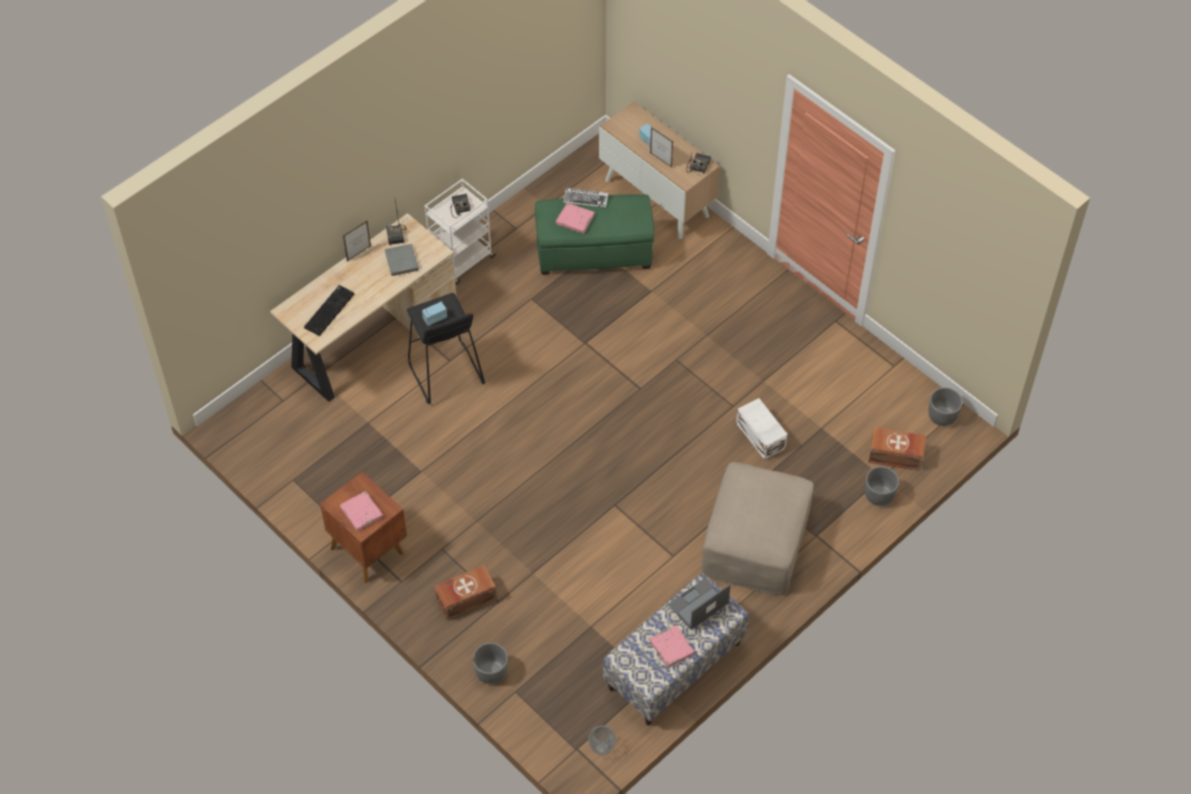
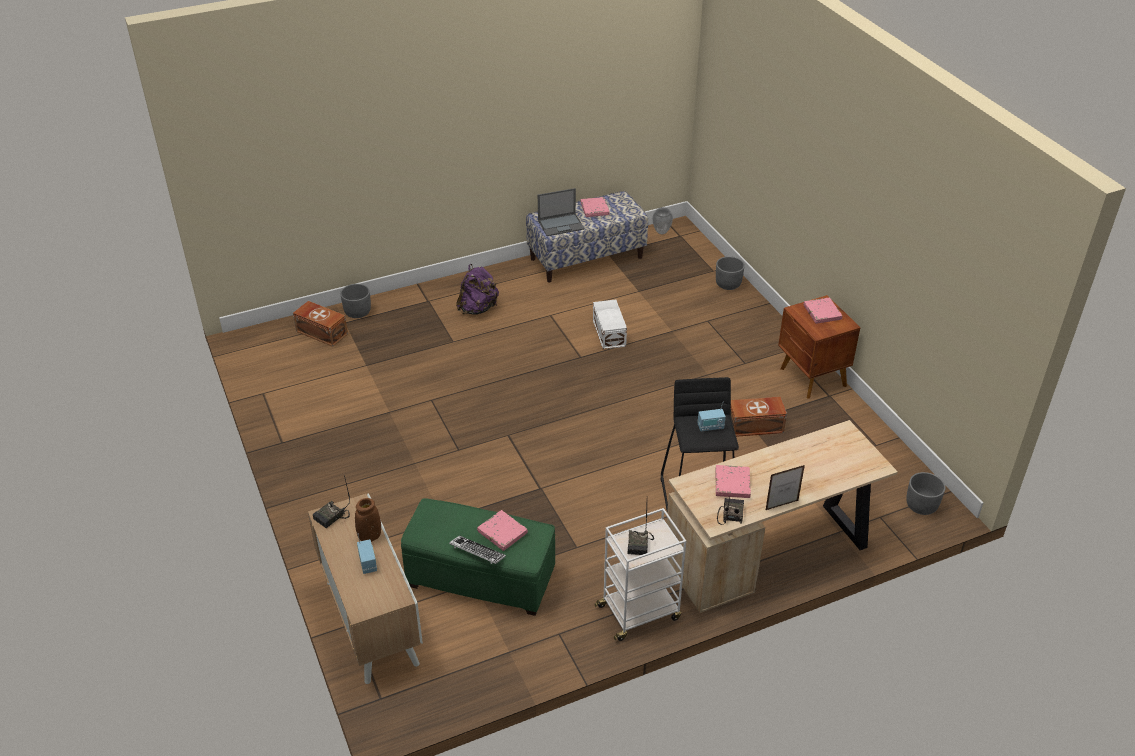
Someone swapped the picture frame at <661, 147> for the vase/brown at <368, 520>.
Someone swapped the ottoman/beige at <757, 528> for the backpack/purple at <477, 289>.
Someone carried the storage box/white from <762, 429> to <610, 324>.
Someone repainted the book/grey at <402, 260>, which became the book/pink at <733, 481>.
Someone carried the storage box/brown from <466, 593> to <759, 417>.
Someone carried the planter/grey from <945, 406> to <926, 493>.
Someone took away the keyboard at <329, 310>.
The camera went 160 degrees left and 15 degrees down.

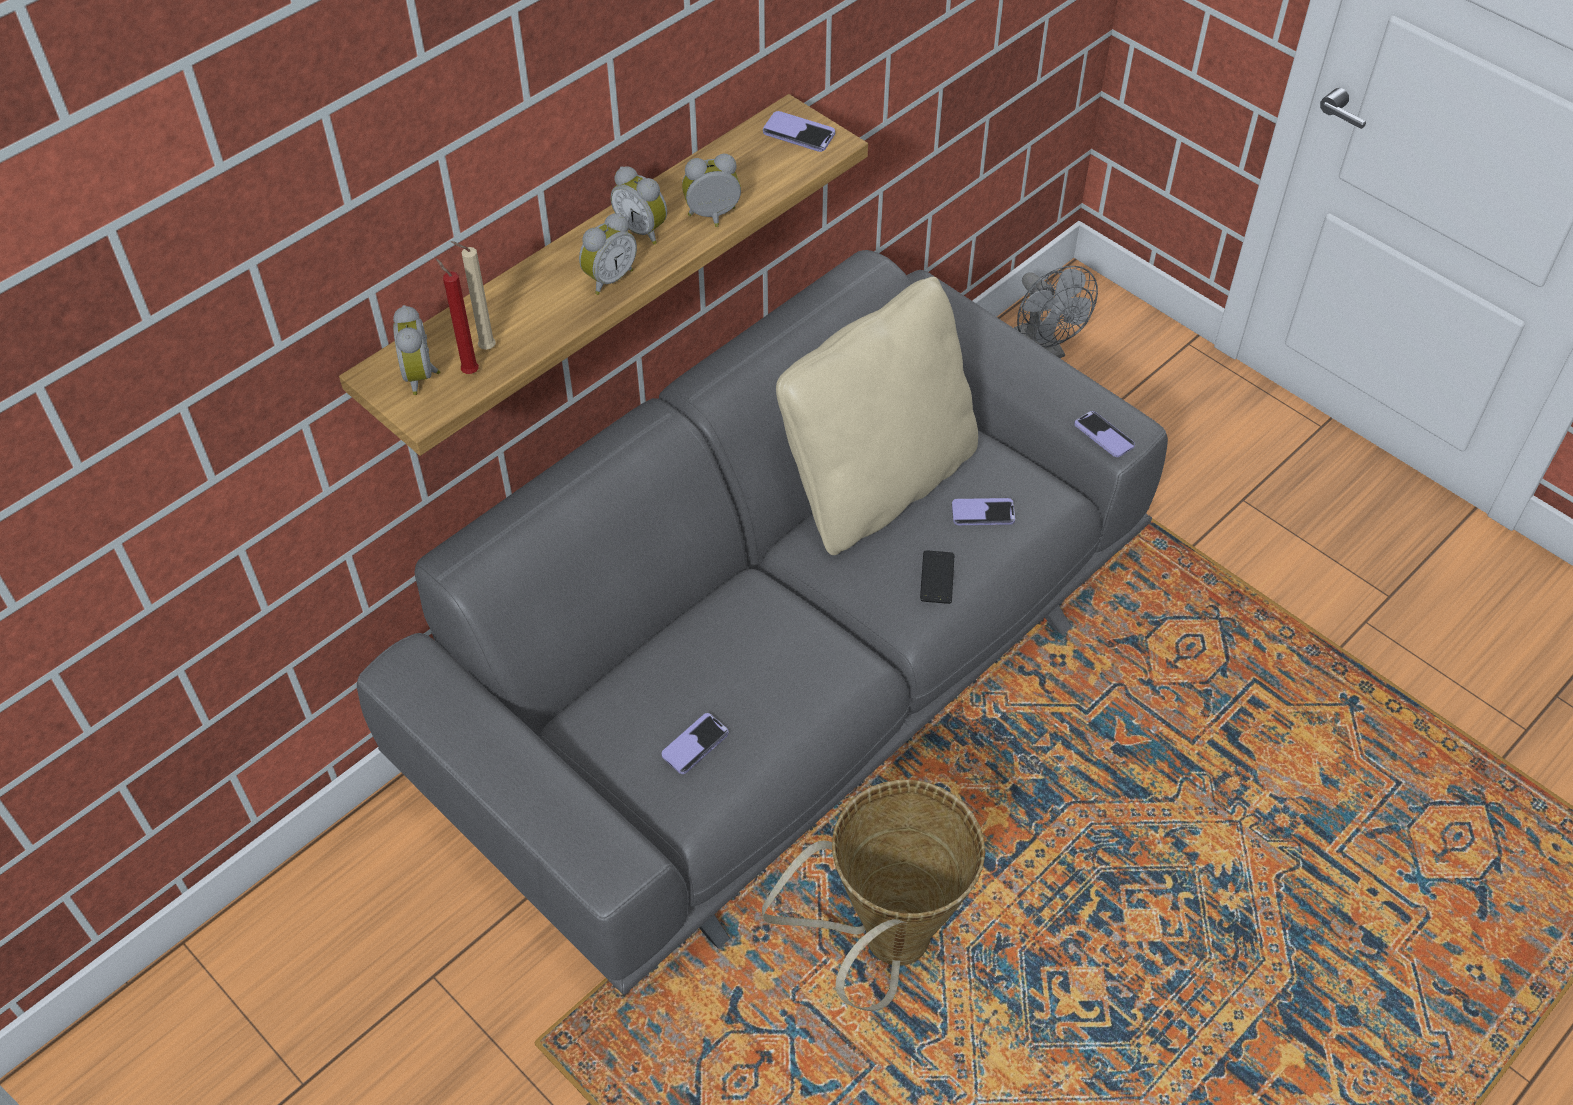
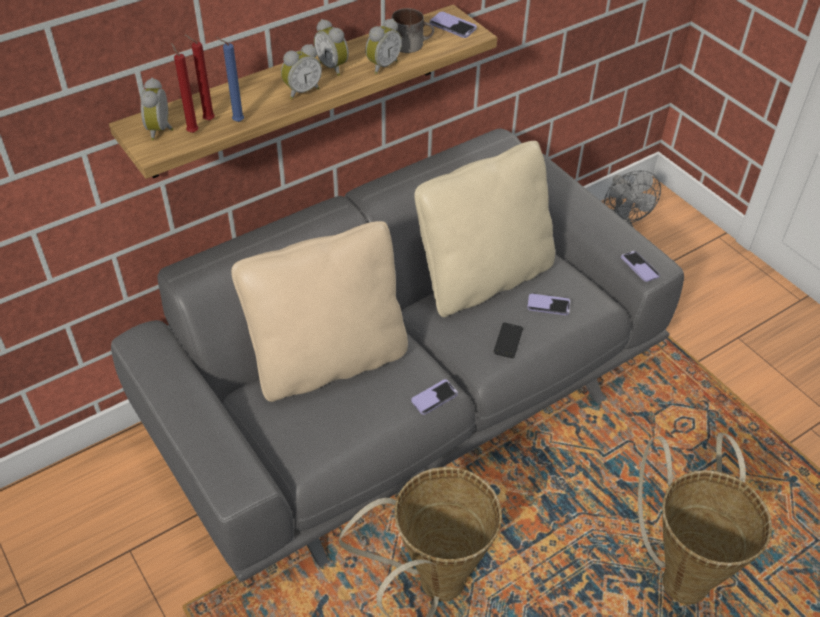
Someone repainted the candle/beige at <473, 295>, which became the candle/red at <200, 78>.
Someone put down the candle/blue at <230, 79>.
Someone put down the pillow/beige at <319, 311>.
Someone rotated the alarm clock at <711, 190> by 135 degrees clockwise.
Someone put down the mug at <413, 30>.
Someone carried the phone from <695, 743> to <434, 397>.
Someone put down the basket at <705, 518>.
The camera went 10 degrees right and 5 degrees down.

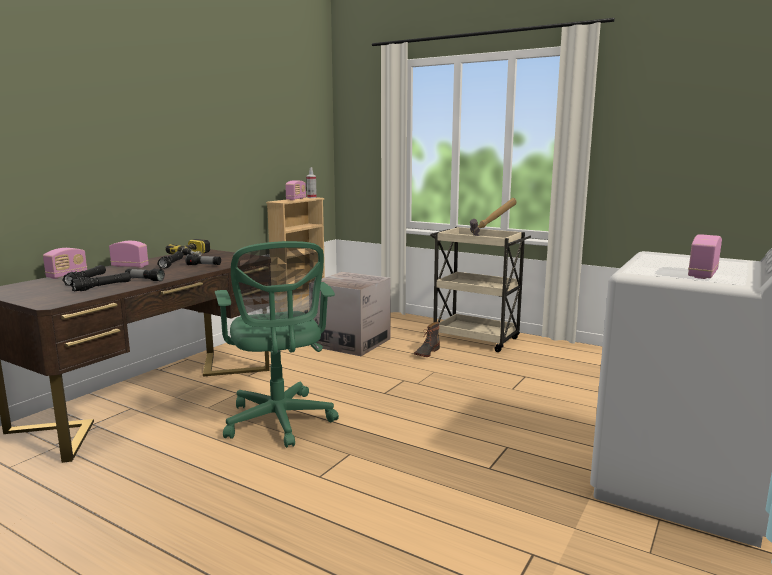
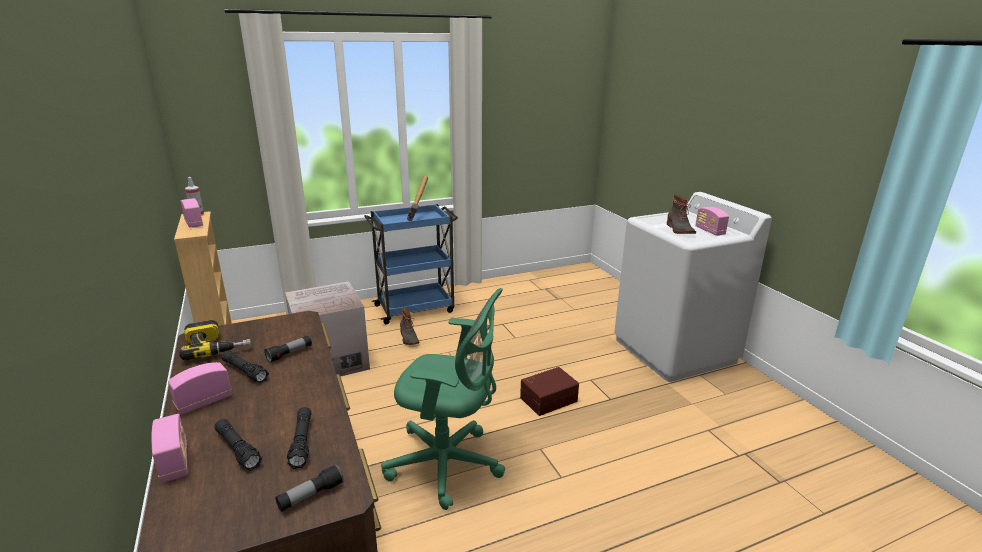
Someone carried the flashlight from <145, 275> to <309, 488>.
Someone repainted the cart/beige at <480, 289>, which became the cart/blue at <411, 264>.
Someone put down the storage box/brown at <549, 391>.
Someone put down the boot at <681, 214>.
The camera went 55 degrees left and 10 degrees up.

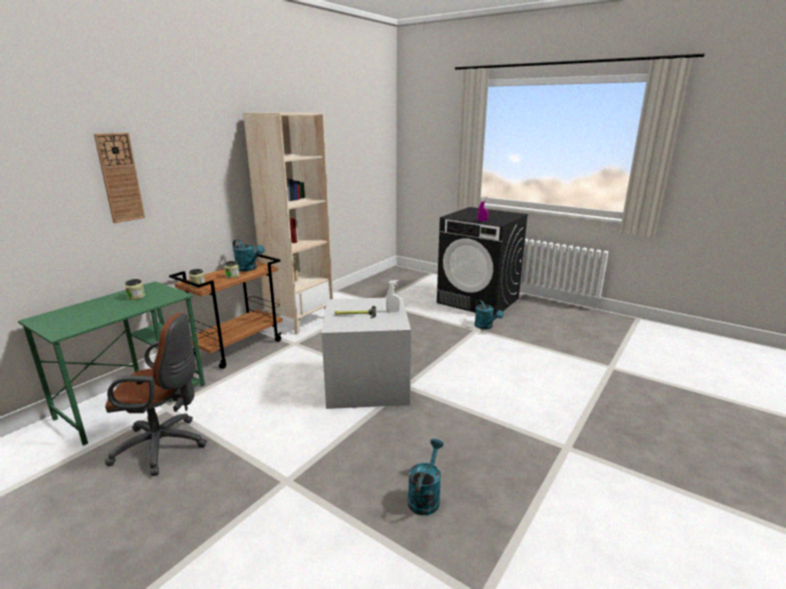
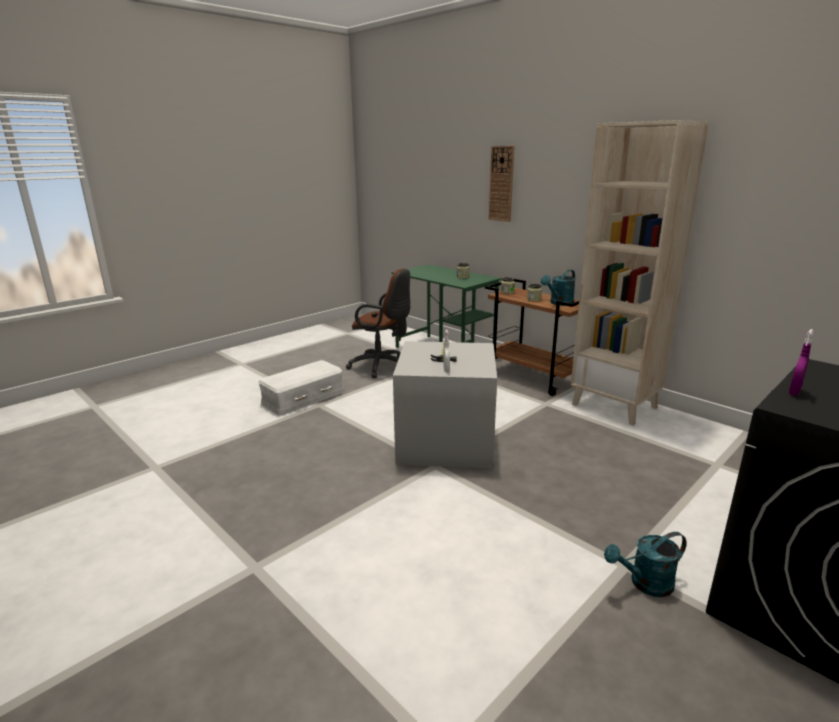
Someone put down the storage box/white at <300, 387>.
Someone rotated the office chair/brown at <156, 394> by 75 degrees counterclockwise.
Someone took away the watering can/turquoise at <425, 477>.
The camera went 100 degrees right and 0 degrees up.

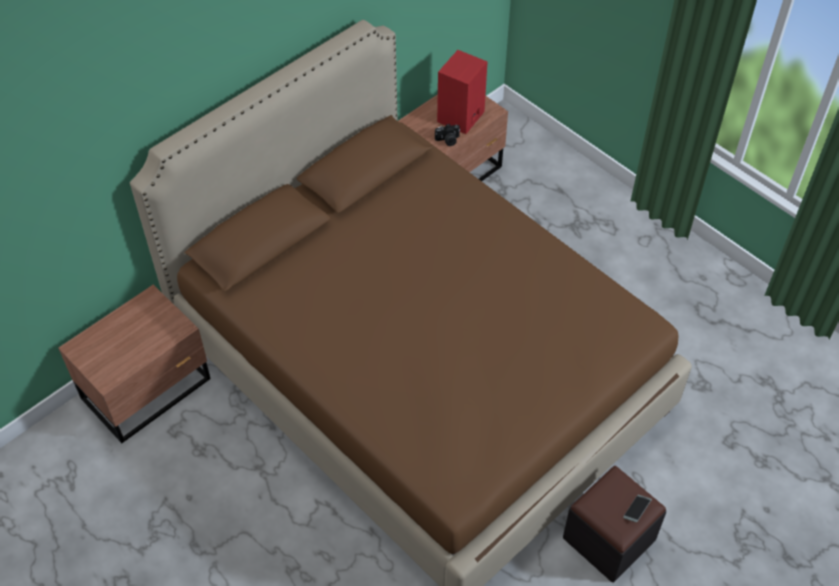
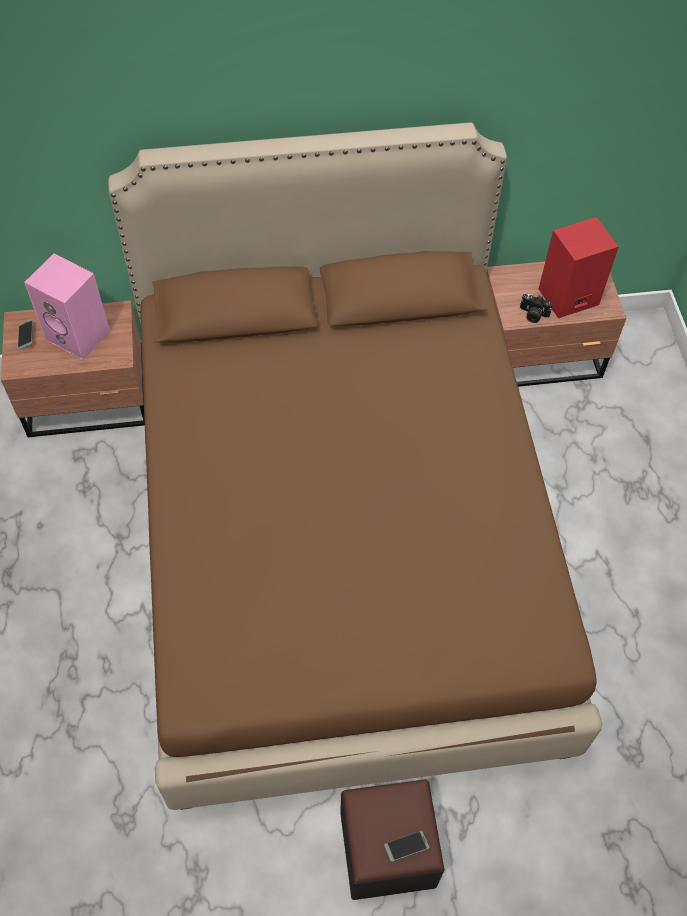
Someone put down the phone at <25, 334>.
Someone put down the speaker/pink at <67, 307>.
The camera went 35 degrees right and 5 degrees up.

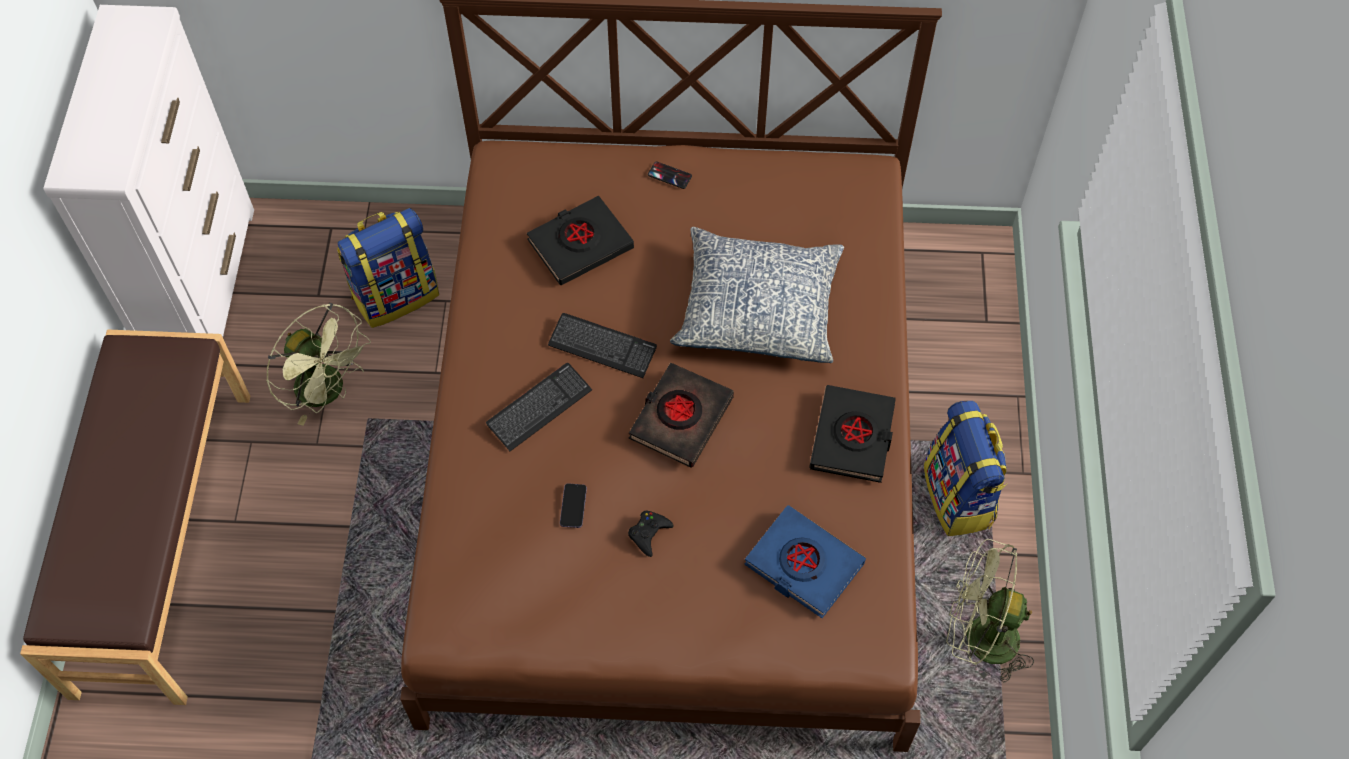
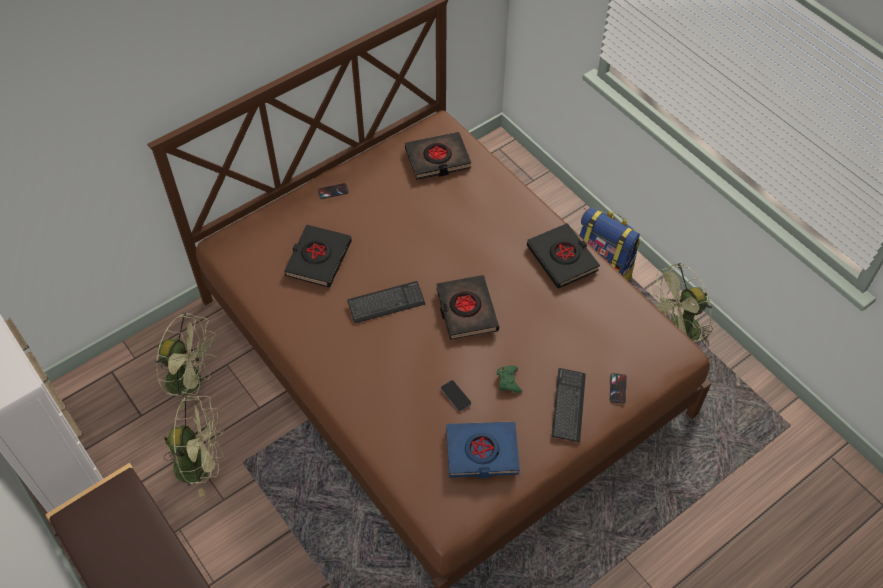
Someone swapped the backpack at <388, 268> for the fan/green at <186, 361>.
Someone put down the book/black at <438, 156>.
Someone carried the book/blue from <805, 561> to <483, 449>.
Someone repainted the game controller/black at <651, 534>, which became the game controller/green at <509, 379>.
Someone carried the keyboard from <539, 407> to <569, 405>.
Someone put down the phone at <618, 388>.
Someone took away the pillow at <757, 295>.
The camera went 40 degrees left and 5 degrees down.

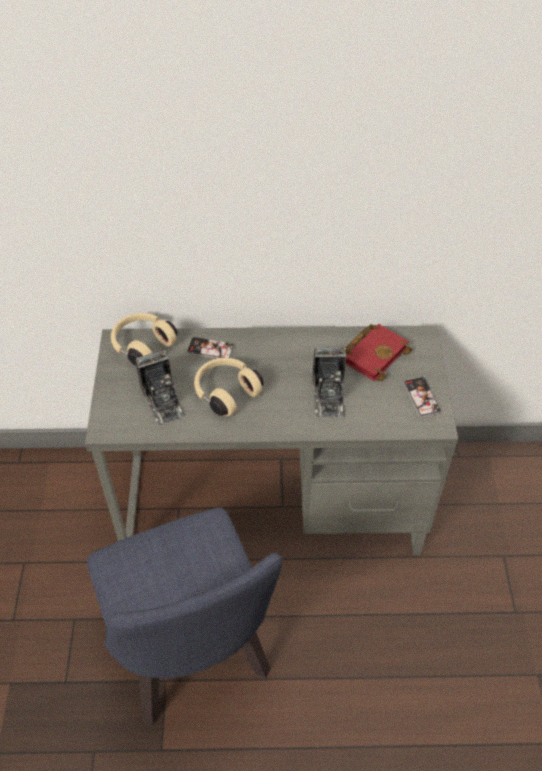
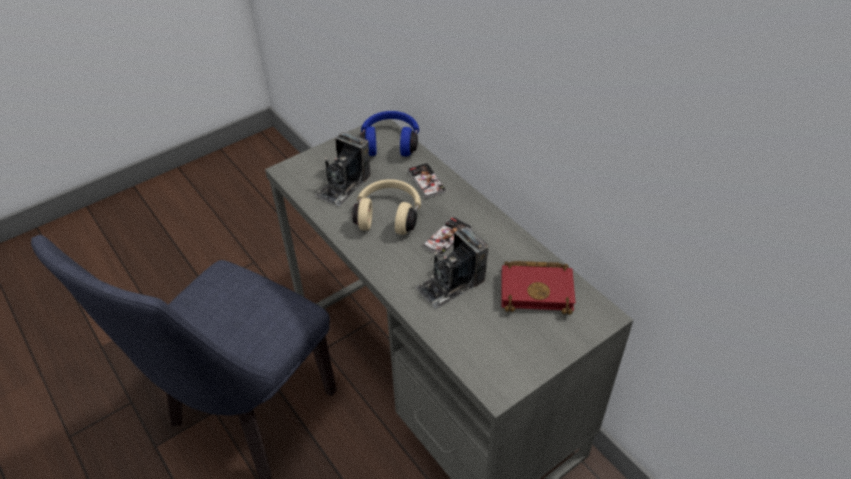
Someone repainted the headphones/beige at <144, 339>, which became the headphones/blue at <389, 133>.
Someone carried the phone from <422, 397> to <447, 236>.
The camera went 55 degrees right and 5 degrees down.

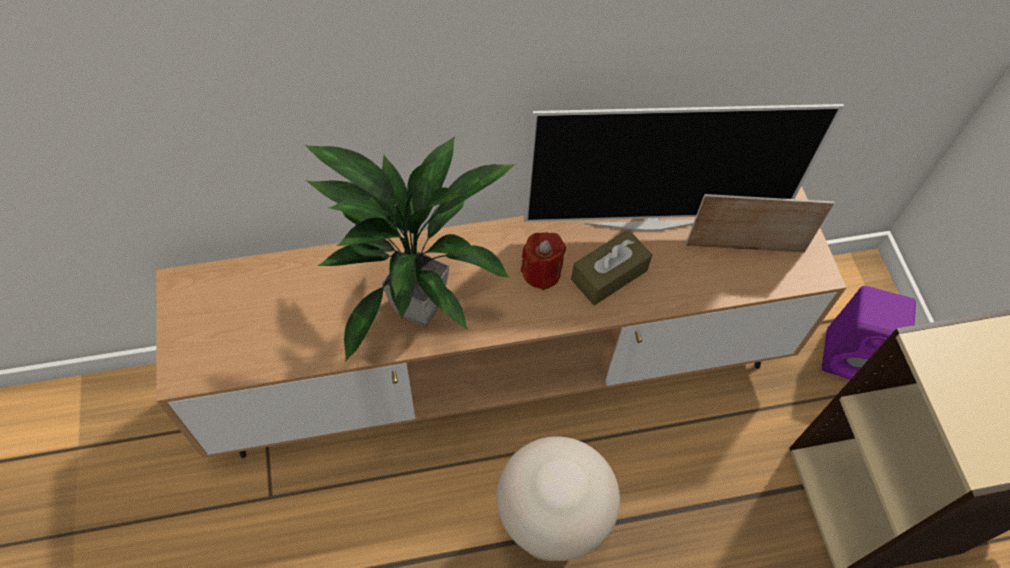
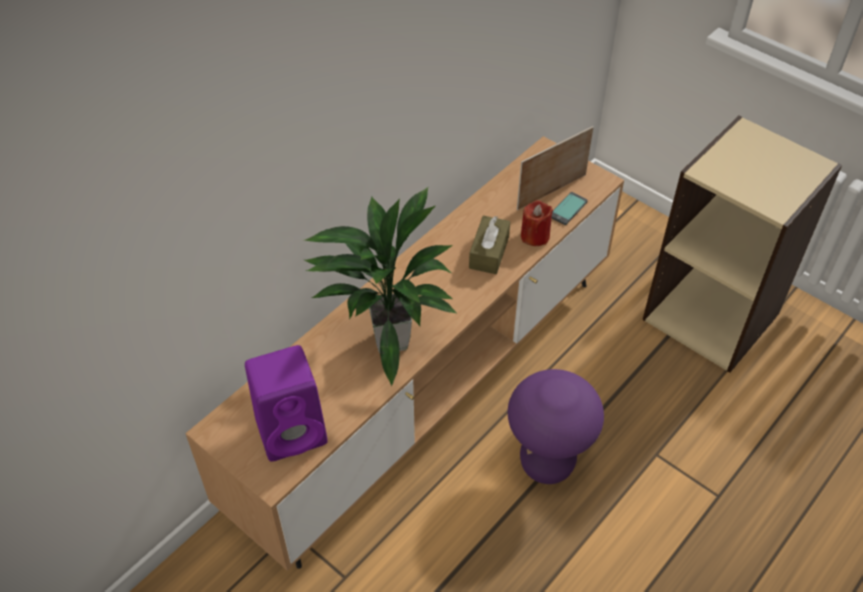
Someone carried the speaker/purple from <869, 333> to <286, 403>.
Someone repainted the stool/beige at <558, 498>, which became the stool/purple at <556, 426>.
Someone carried the candle/red from <543, 261> to <537, 223>.
Someone put down the phone at <569, 208>.
Someone took away the television at <684, 167>.
The camera went 35 degrees left and 10 degrees down.

